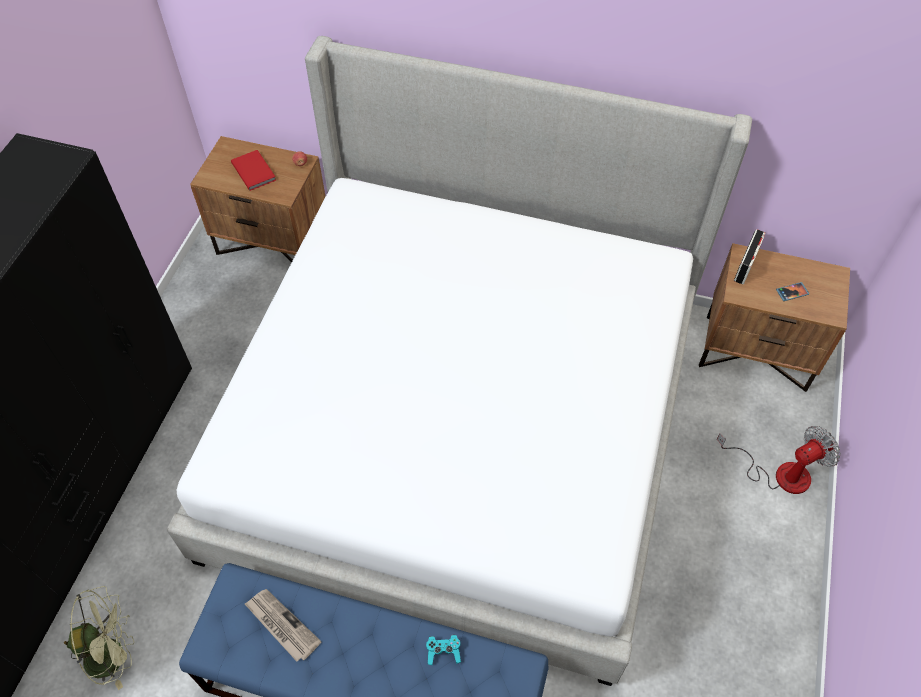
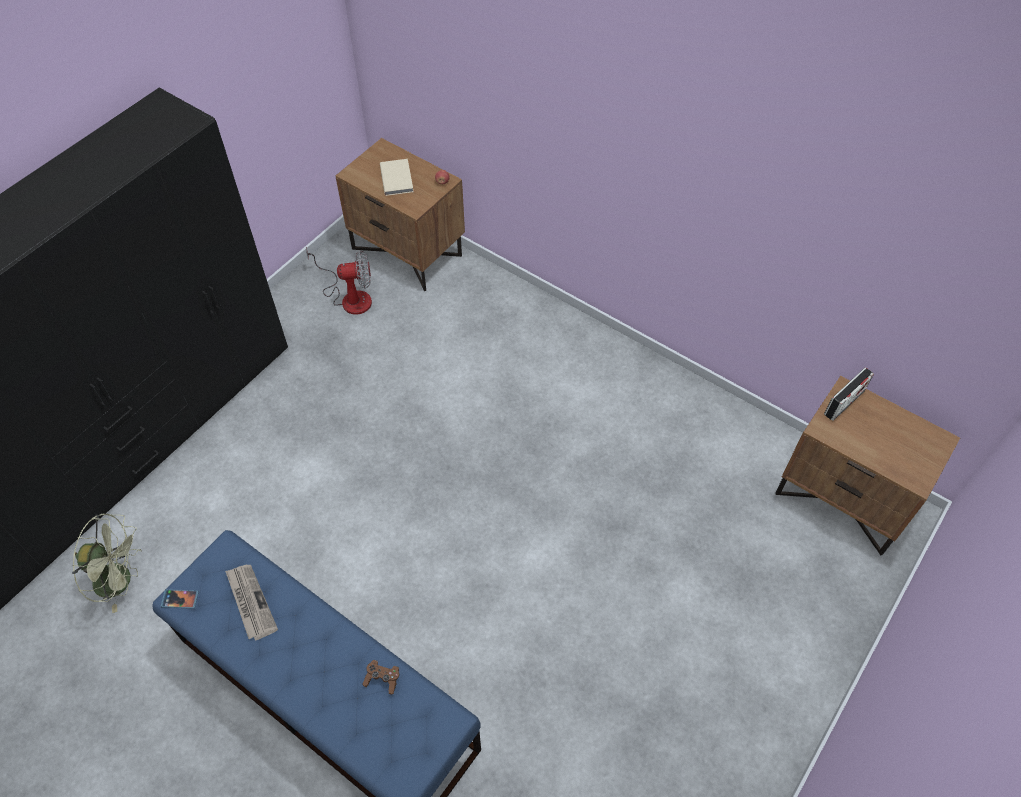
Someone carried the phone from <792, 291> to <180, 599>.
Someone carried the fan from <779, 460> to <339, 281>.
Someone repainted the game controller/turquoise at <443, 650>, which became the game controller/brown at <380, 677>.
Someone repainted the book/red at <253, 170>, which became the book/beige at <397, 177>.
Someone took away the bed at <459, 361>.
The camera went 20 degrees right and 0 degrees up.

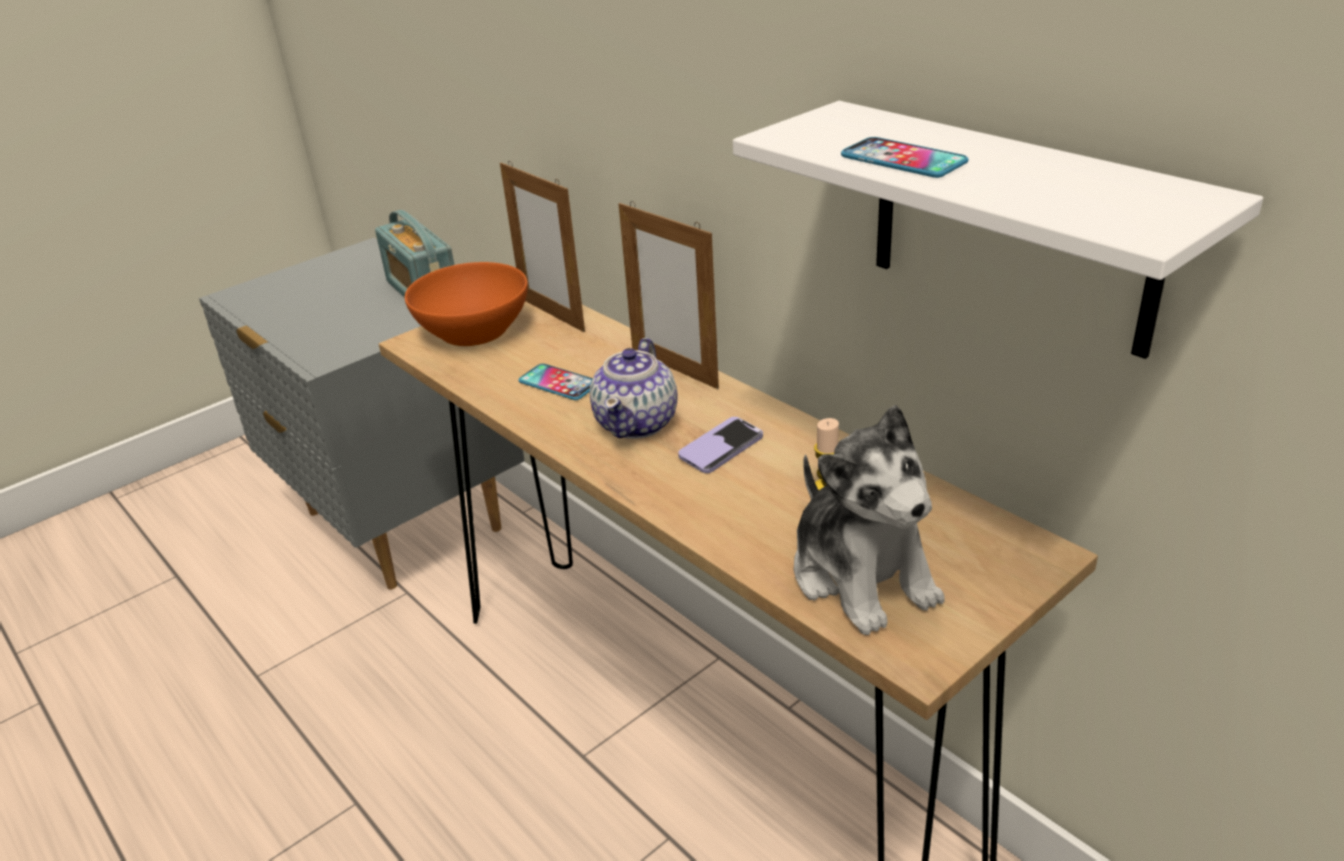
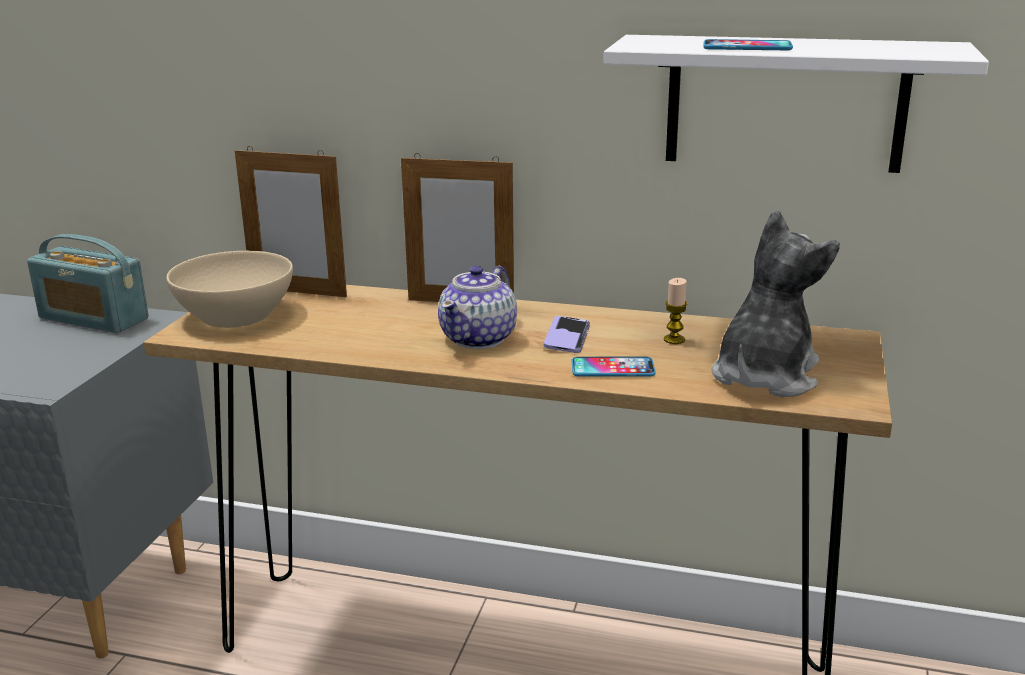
Someone repainted the bowl/orange at <466, 304>, which became the bowl/beige at <229, 289>.
Someone rotated the teapot at <634, 388> by 45 degrees clockwise.
Someone carried the phone from <556, 382> to <614, 366>.
Someone rotated the plush toy at <869, 520> by 90 degrees counterclockwise.
The camera went 35 degrees left and 10 degrees down.

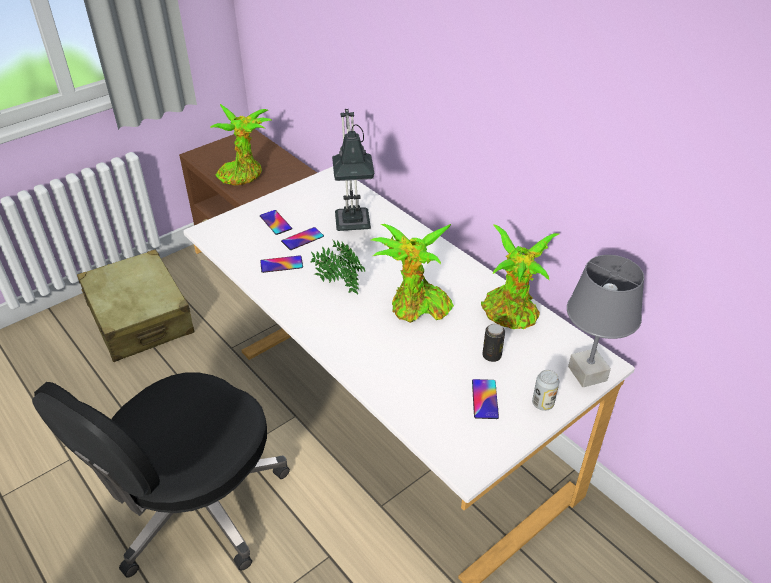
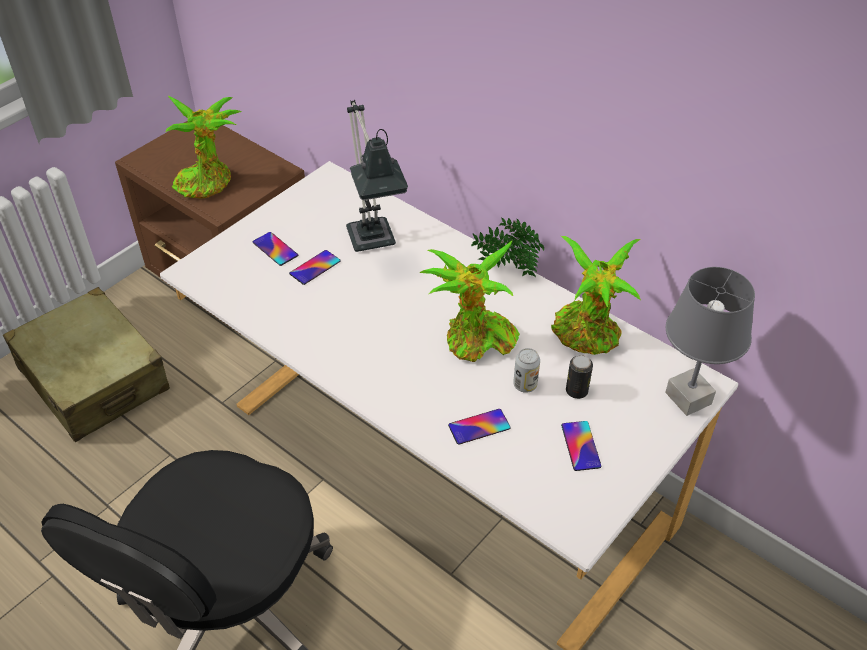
Someone carried the phone from <281, 264> to <479, 427>.
Someone carried the potted plant from <337, 267> to <507, 247>.
Someone carried the can from <545, 390> to <526, 370>.
The camera went 10 degrees left and 5 degrees up.

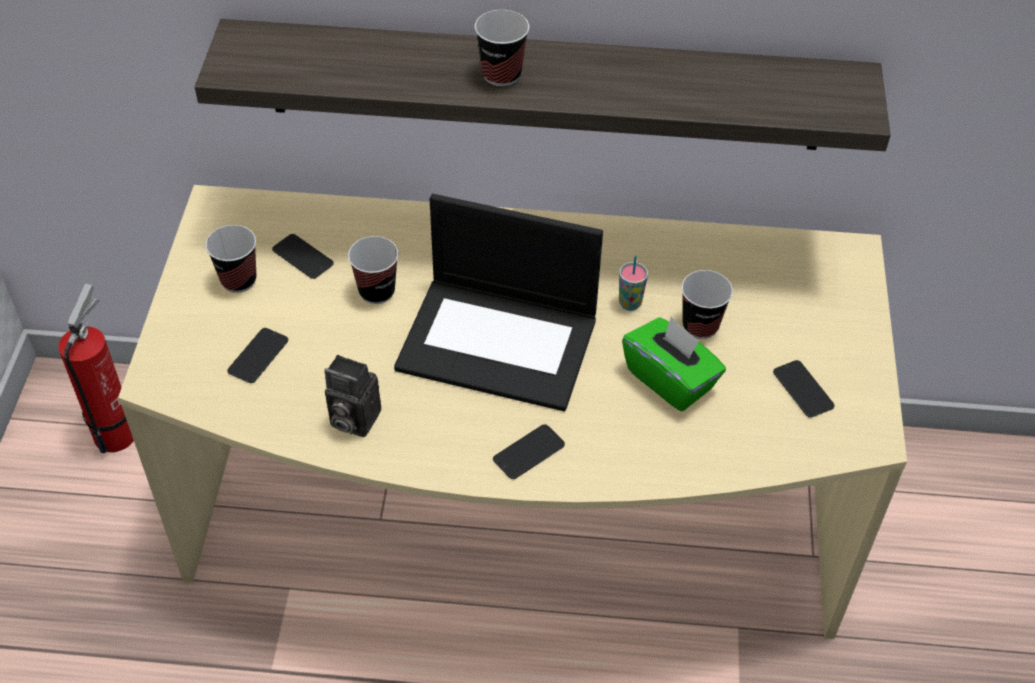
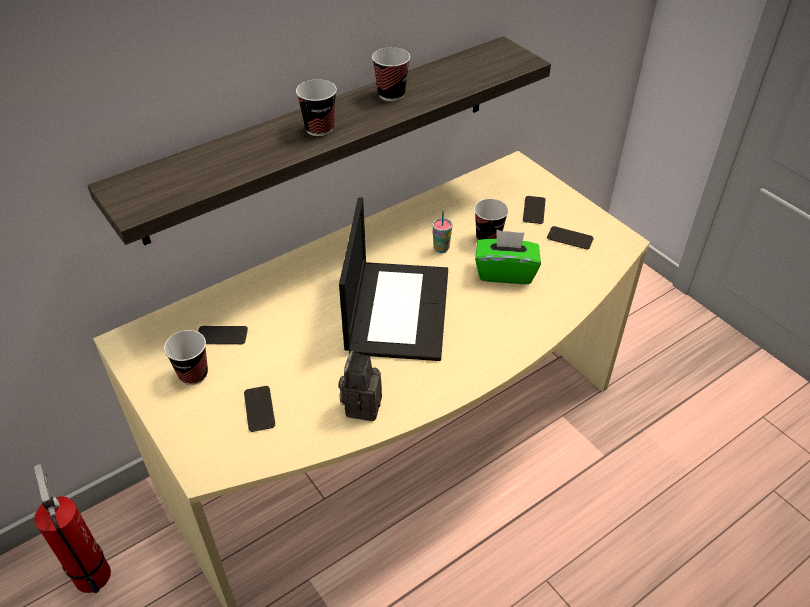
Someone rotated the laptop at <498, 302> by 60 degrees counterclockwise.
Someone rotated the photo camera at <353, 396> by 120 degrees clockwise.
Someone carried the cup from <373, 270> to <391, 74>.
Someone carried the phone from <529, 451> to <534, 210>.
The camera went 40 degrees left and 5 degrees down.

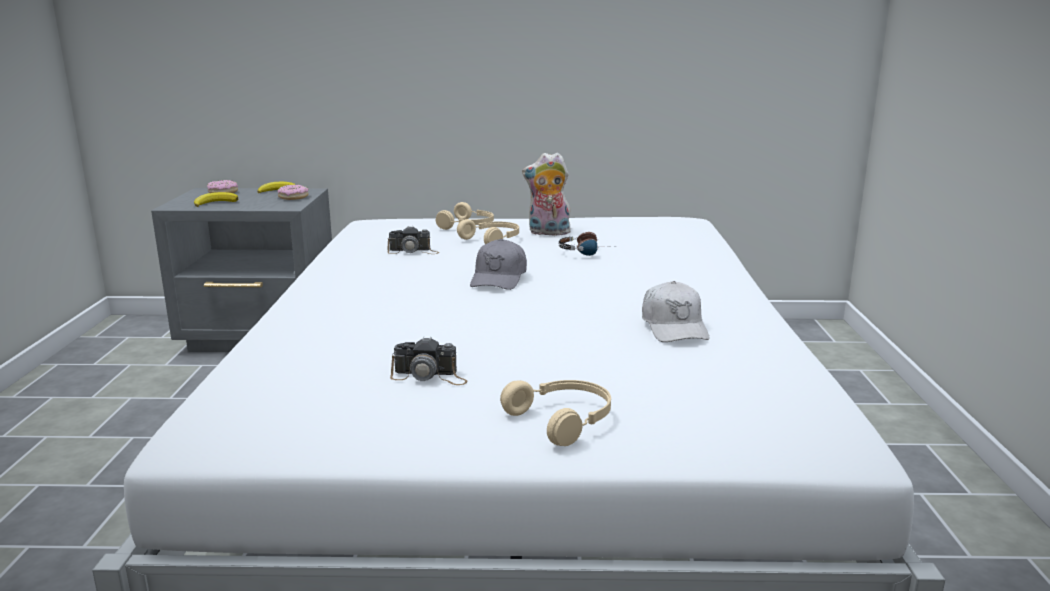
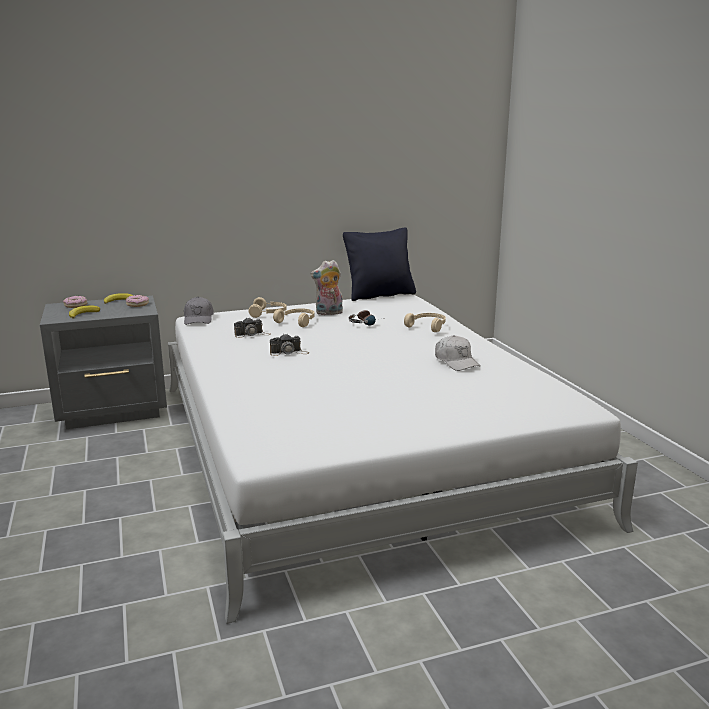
Someone carried the cap/grey from <498, 264> to <198, 311>.
Someone carried the photo camera from <428, 361> to <289, 345>.
Someone put down the pillow/black at <379, 264>.
Someone carried the headphones/beige from <555, 413> to <425, 322>.
The camera went 20 degrees left and 0 degrees up.

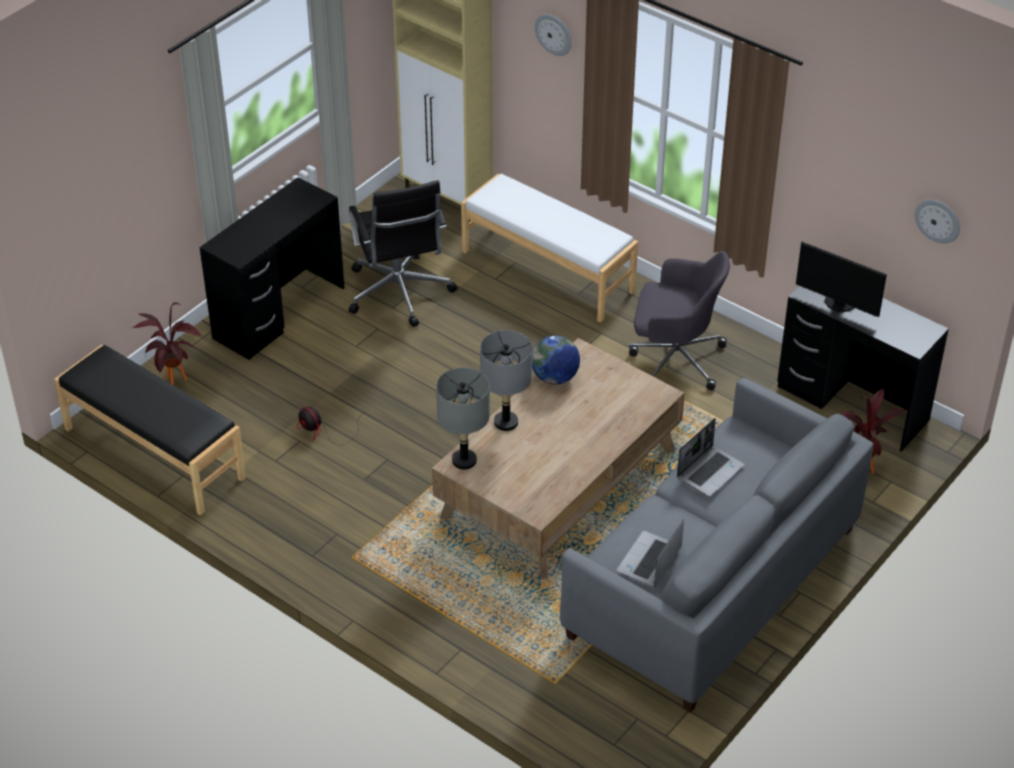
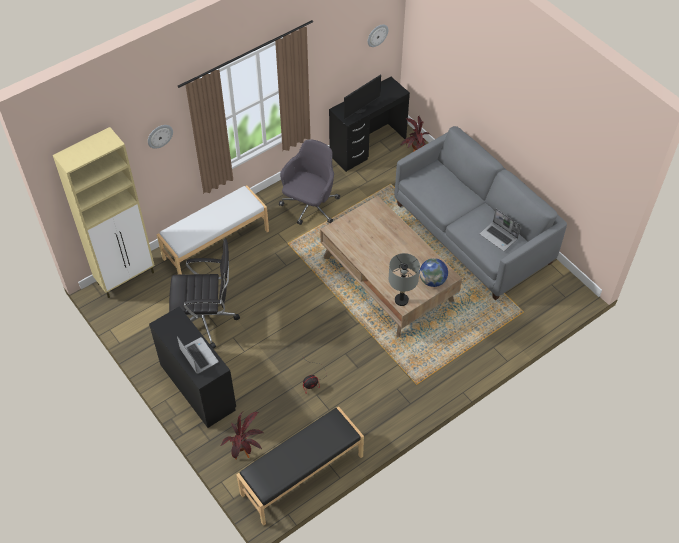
Someone carried the laptop from <711, 457> to <198, 355>.
Someone carried the globe from <556, 360> to <434, 272>.
Someone took away the table lamp/grey at <506, 380>.
The camera went 75 degrees left and 10 degrees up.

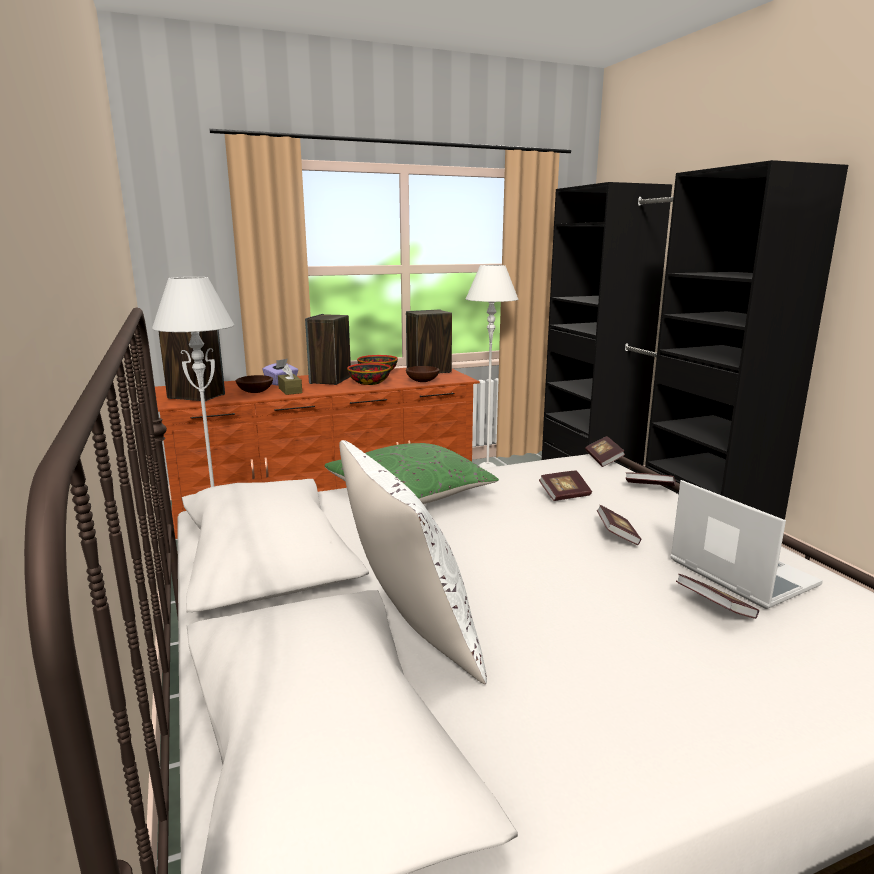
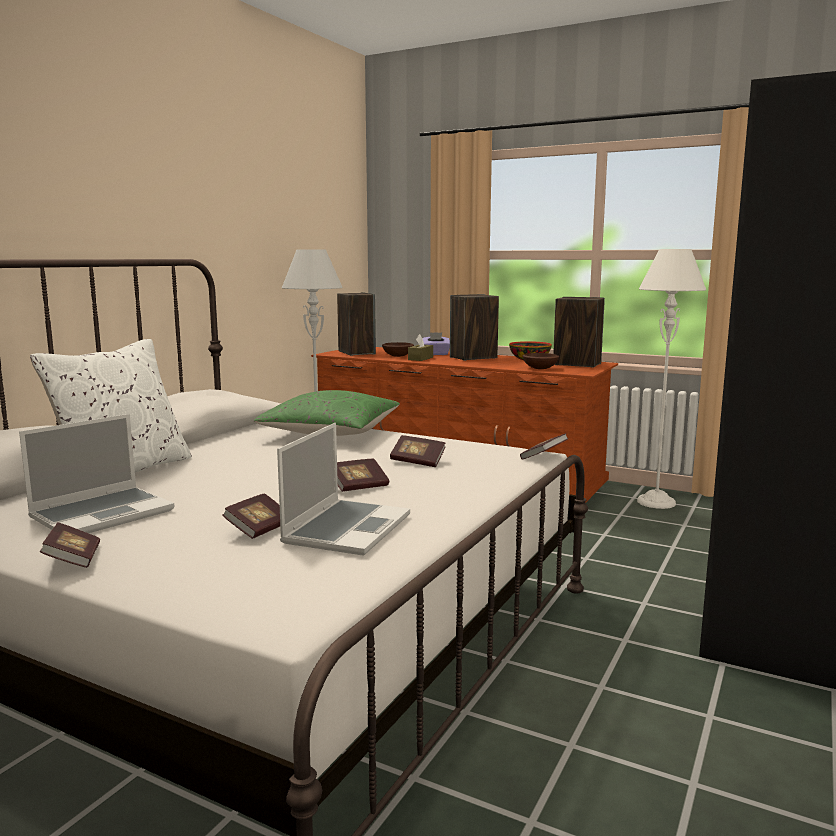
Someone put down the laptop at <97, 473>.
Someone carried the book from <651, 479> to <70, 545>.
Someone took away the bowl at <369, 374>.
The camera went 50 degrees right and 5 degrees down.

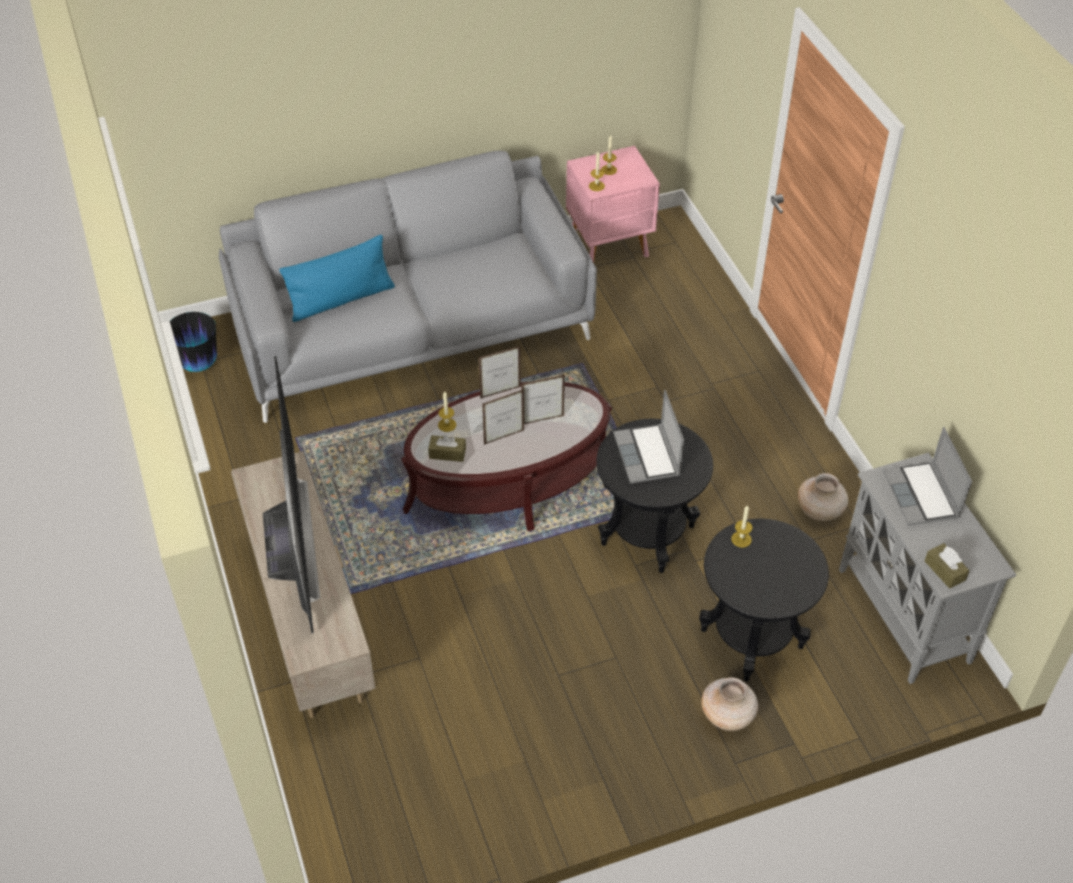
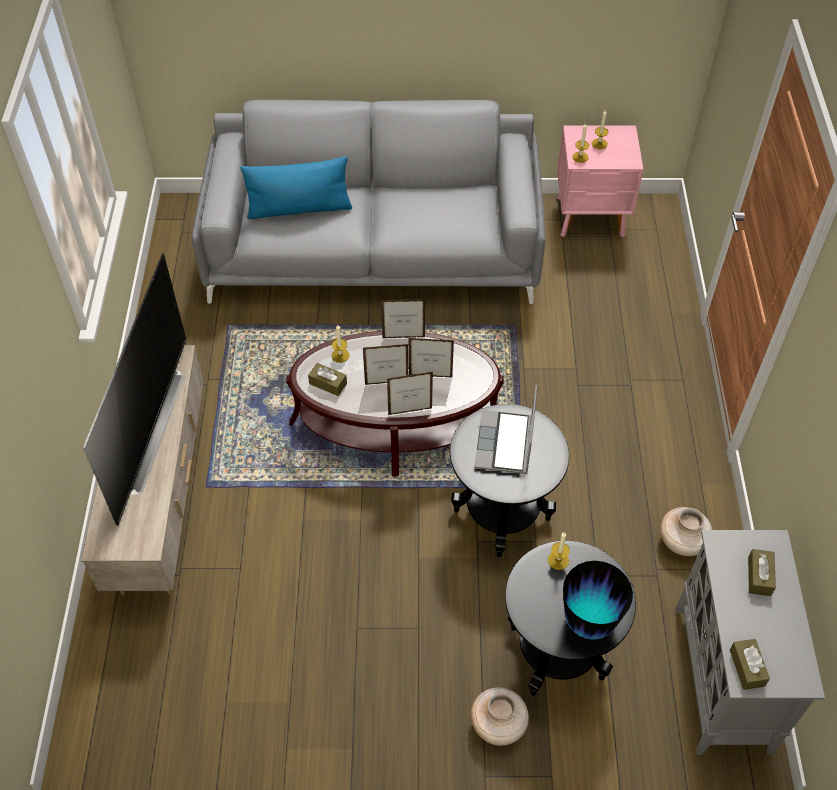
Someone put down the picture frame at <410, 393>.
Someone carried the vase from <193, 342> to <598, 600>.
Someone swapped the laptop at <927, 476> for the tissue box/brown at <762, 572>.
The camera went 20 degrees right and 5 degrees up.

